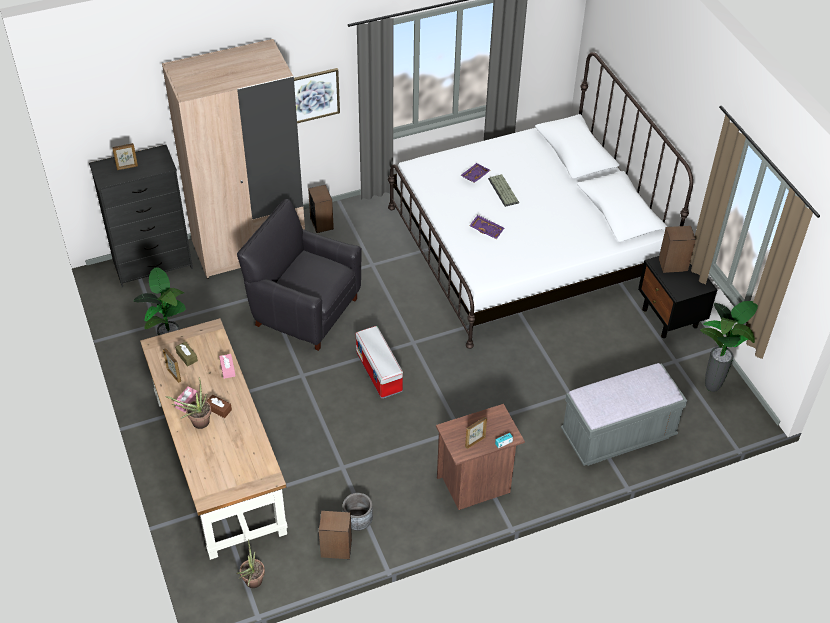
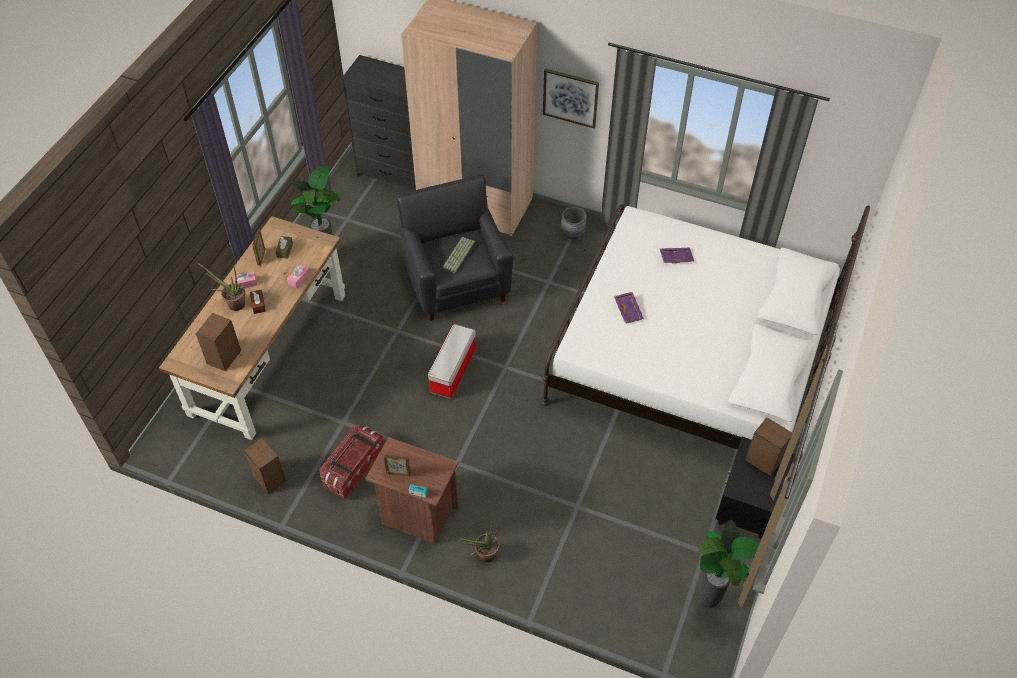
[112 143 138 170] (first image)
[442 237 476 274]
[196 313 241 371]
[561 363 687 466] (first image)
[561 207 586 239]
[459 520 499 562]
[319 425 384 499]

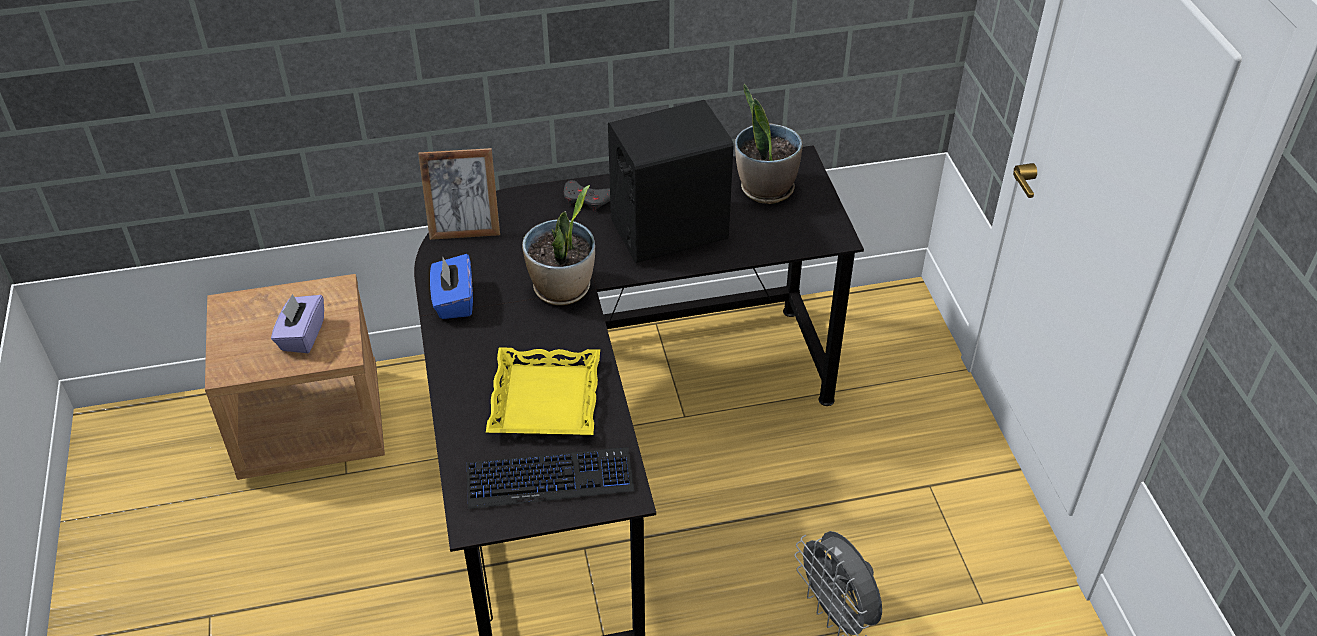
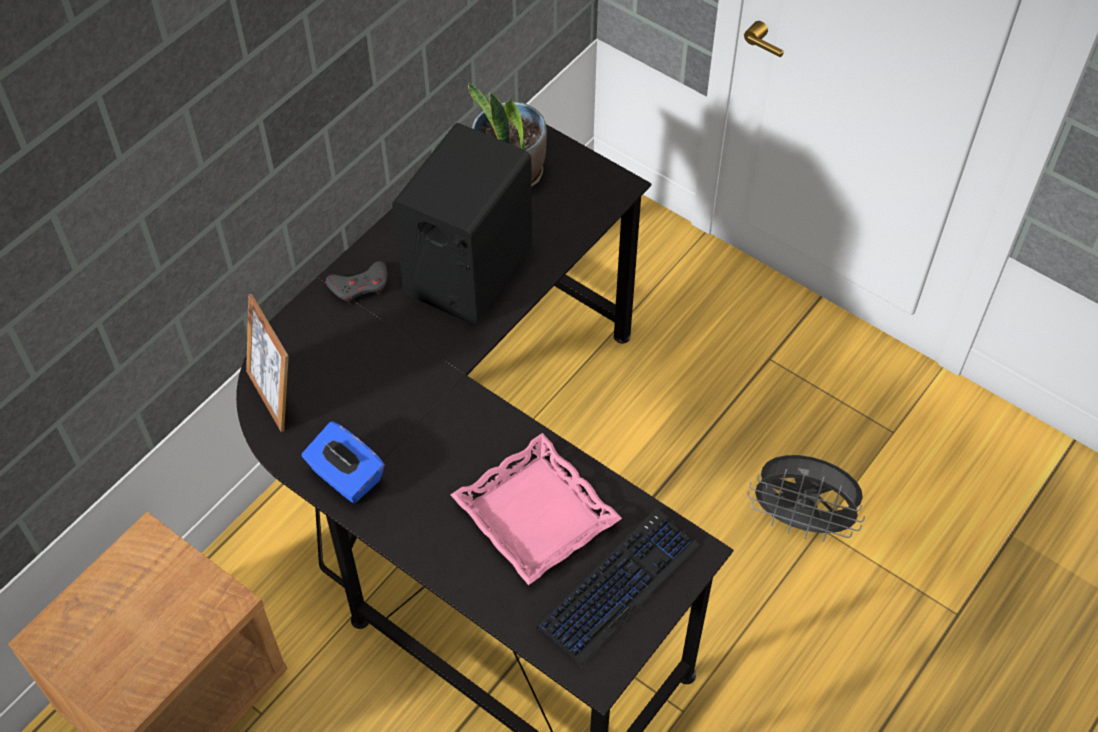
[246 294 289 432]
[522 185 595 305] (first image)
[271 294 324 353] (first image)
[451 433 622 585]

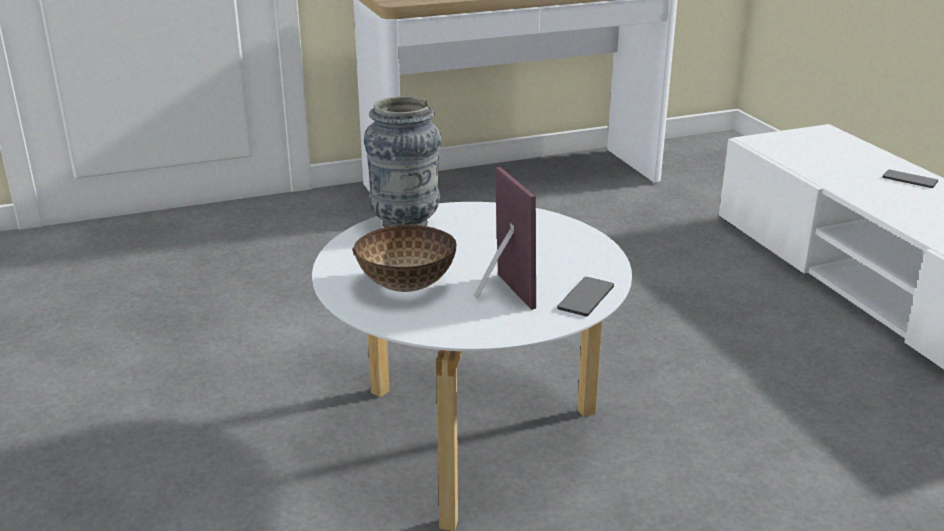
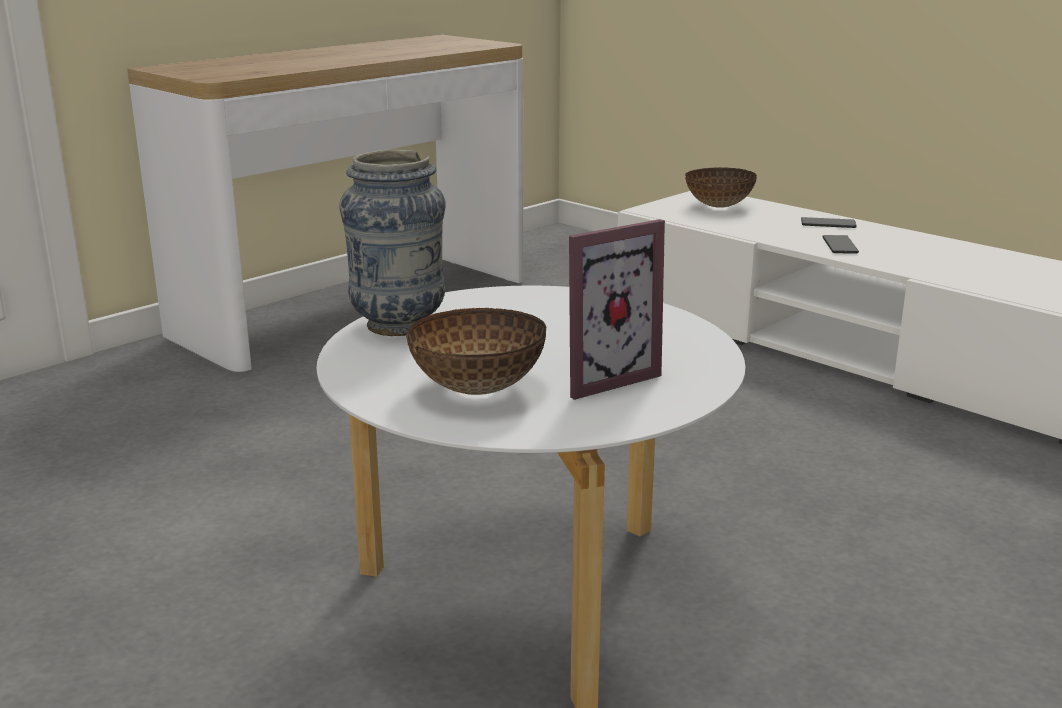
[569 219 665 400]
[822 235 859 254]
[685 167 757 208]

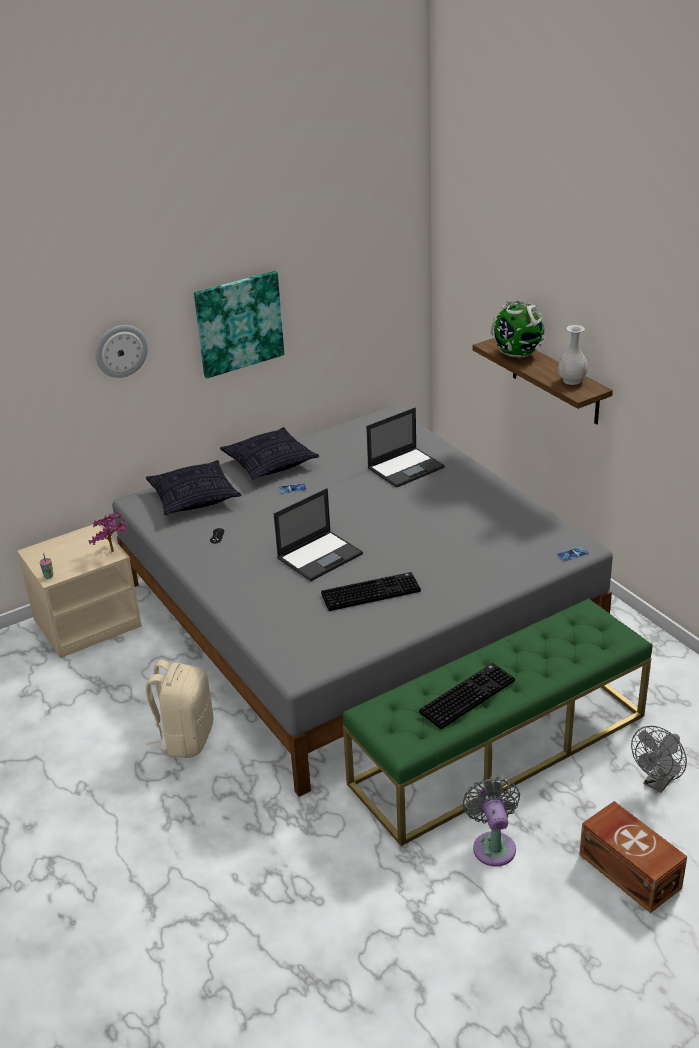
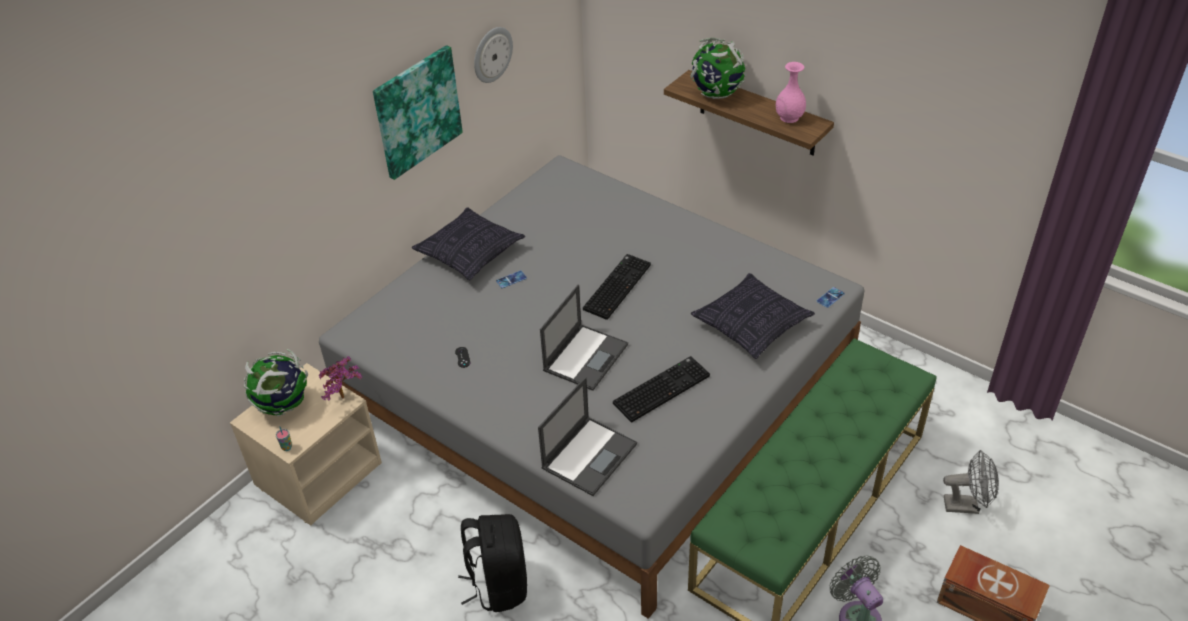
[474 27 513 83]
[776 62 806 123]
[538 377 637 496]
[691 273 815 359]
[458 514 527 612]
[583 254 651 320]
[943 450 999 514]
[243 349 308 416]

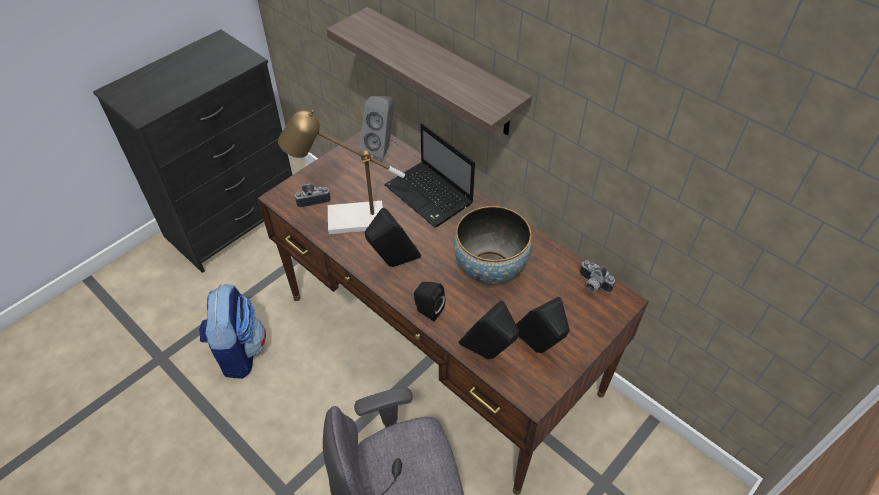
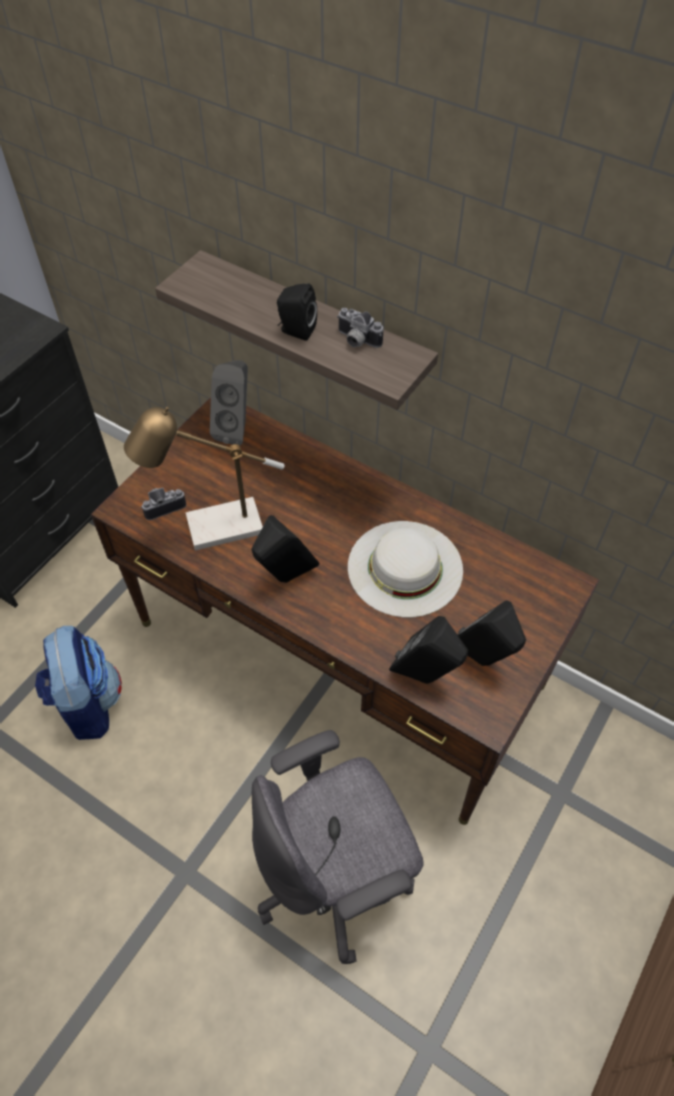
[384 123 475 227] (first image)
[348 521 463 618]
[337 308 383 348]
[277 283 317 341]

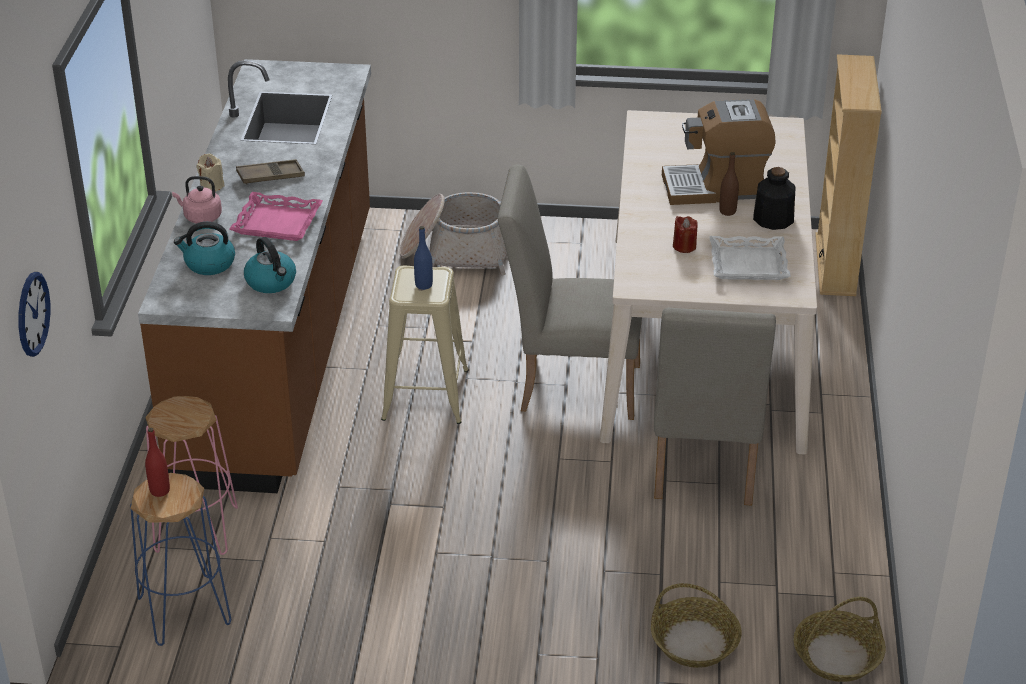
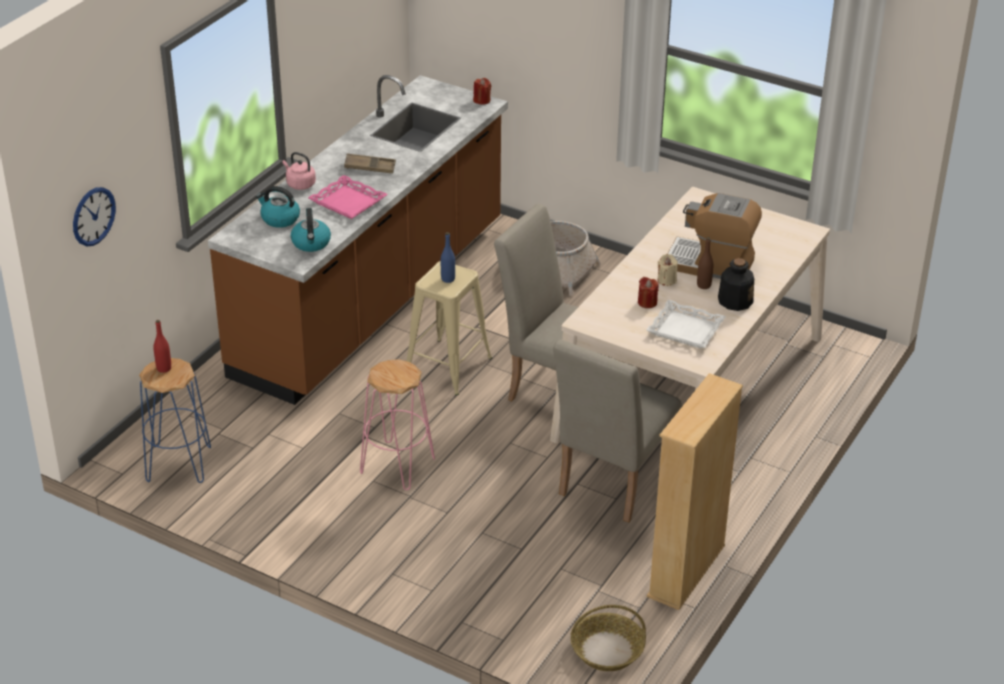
[647 373 743 610]
[658 254 678 286]
[360 359 435 490]
[651 583 742 668] (first image)
[473 78 491 105]

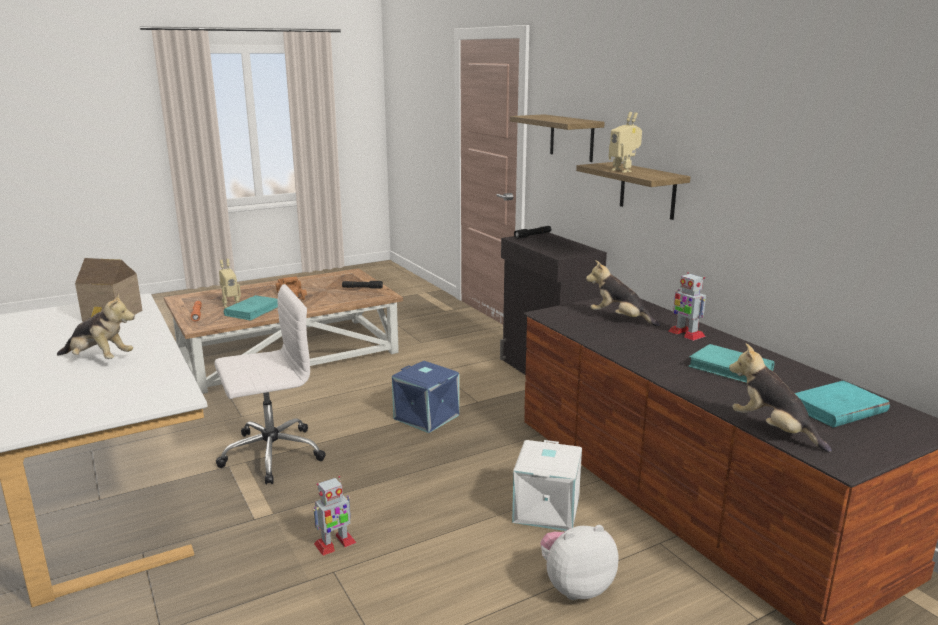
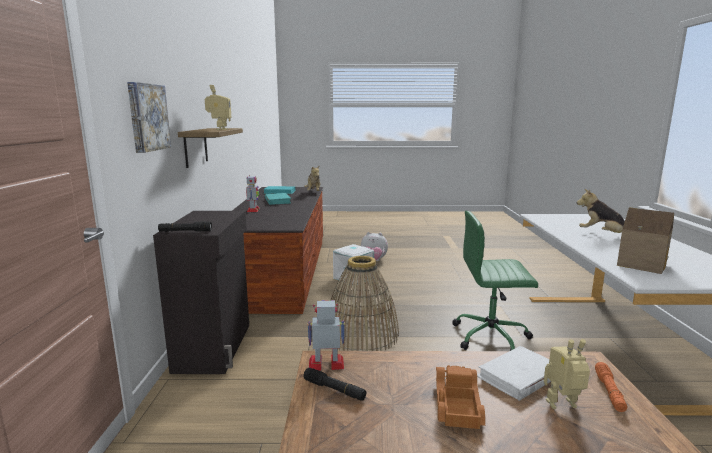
[127 82 171 153]
[586 260 660 327] (first image)
[452 211 538 351]
[477 346 551 401]
[331 256 399 351]
[307 300 345 370]

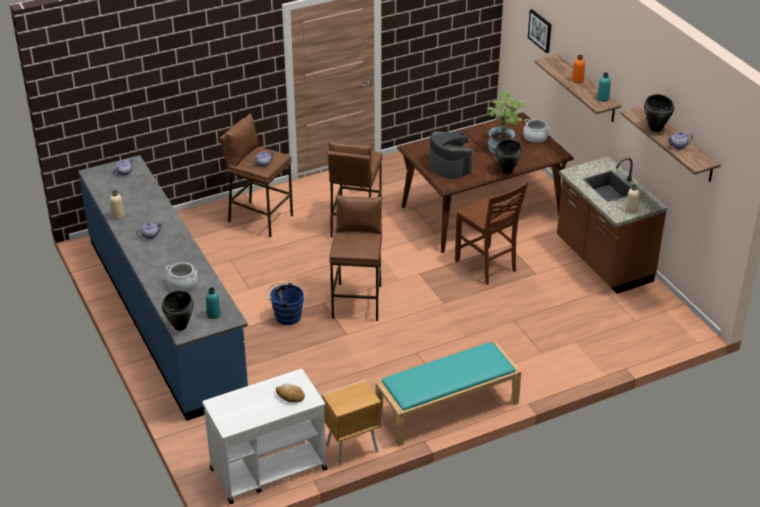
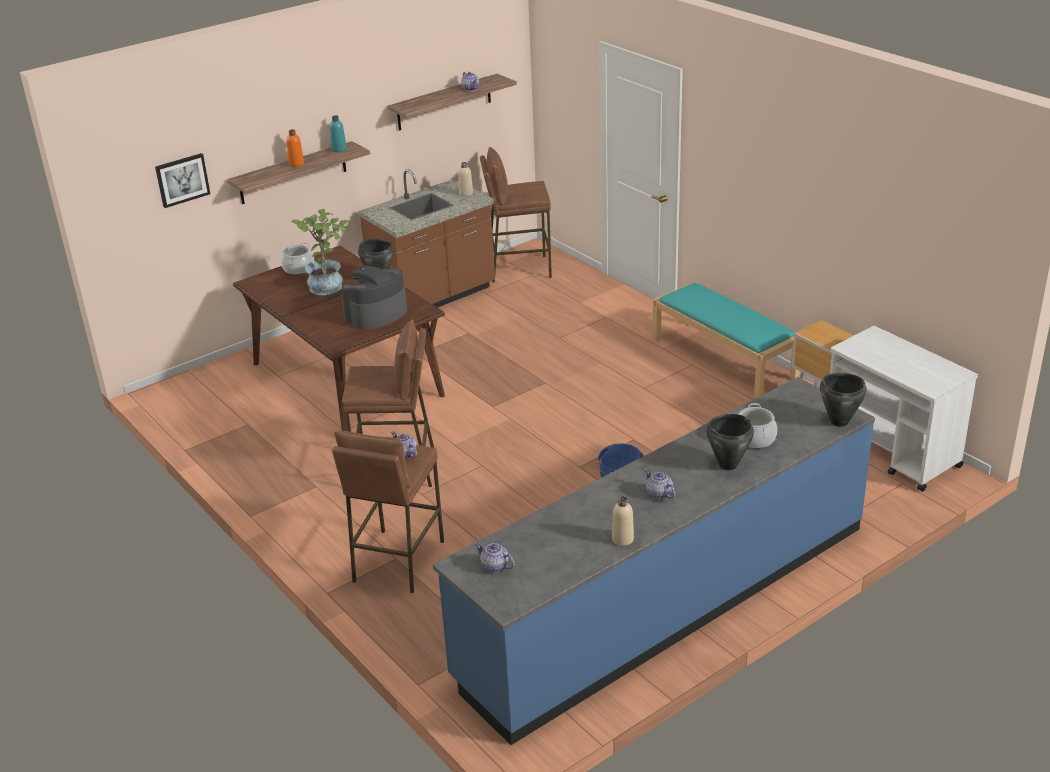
[707 414 754 470]
[455 181 528 285] (first image)
[480 147 552 283]
[206 287 221 319] (first image)
[276 384 305 402] (first image)

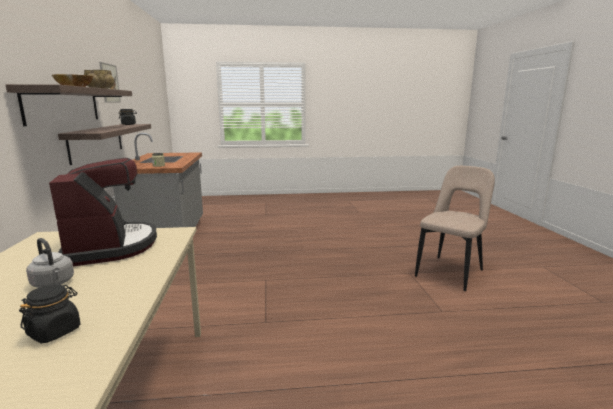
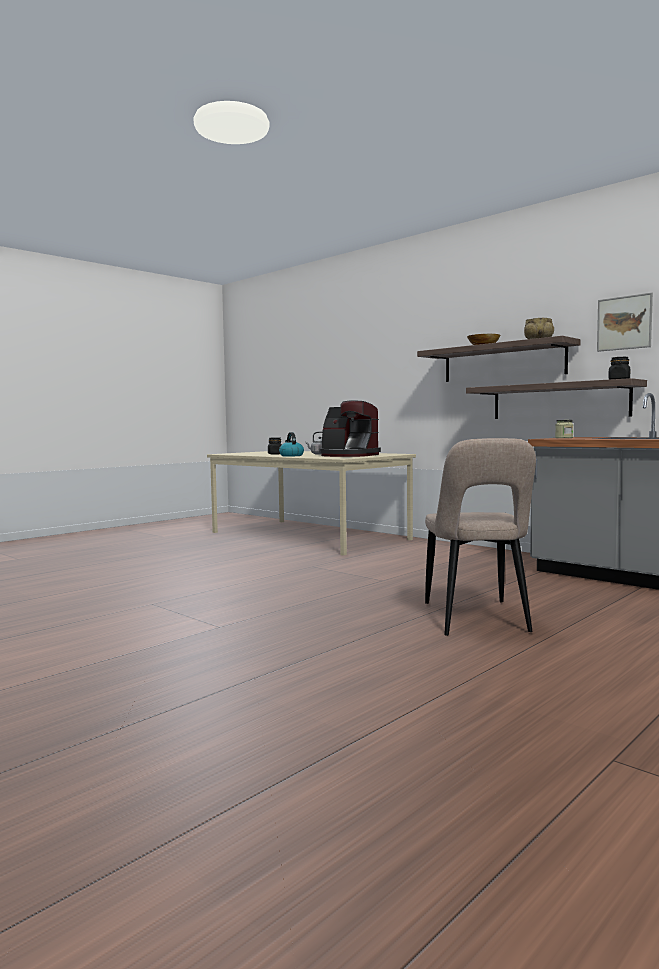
[425 438 536 636]
[279 432 304 457]

